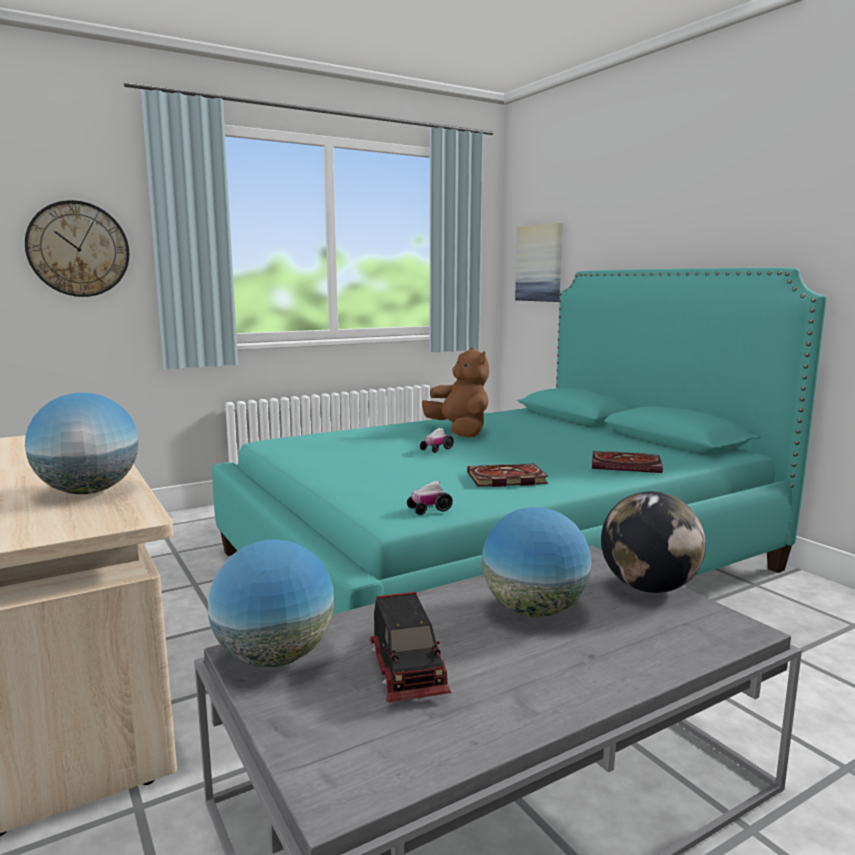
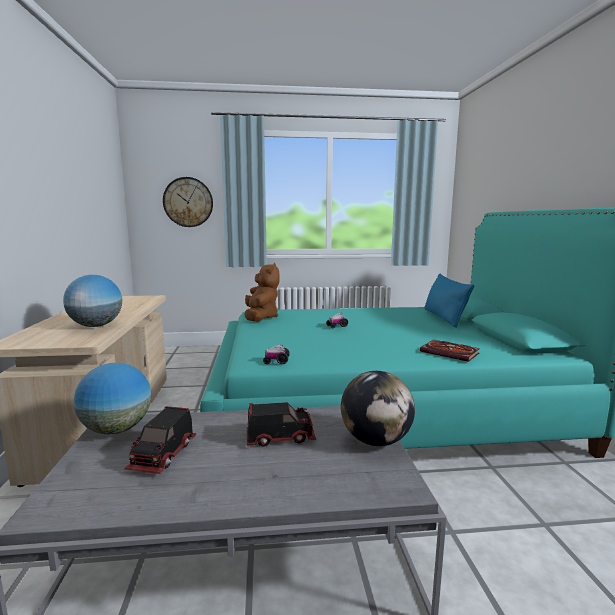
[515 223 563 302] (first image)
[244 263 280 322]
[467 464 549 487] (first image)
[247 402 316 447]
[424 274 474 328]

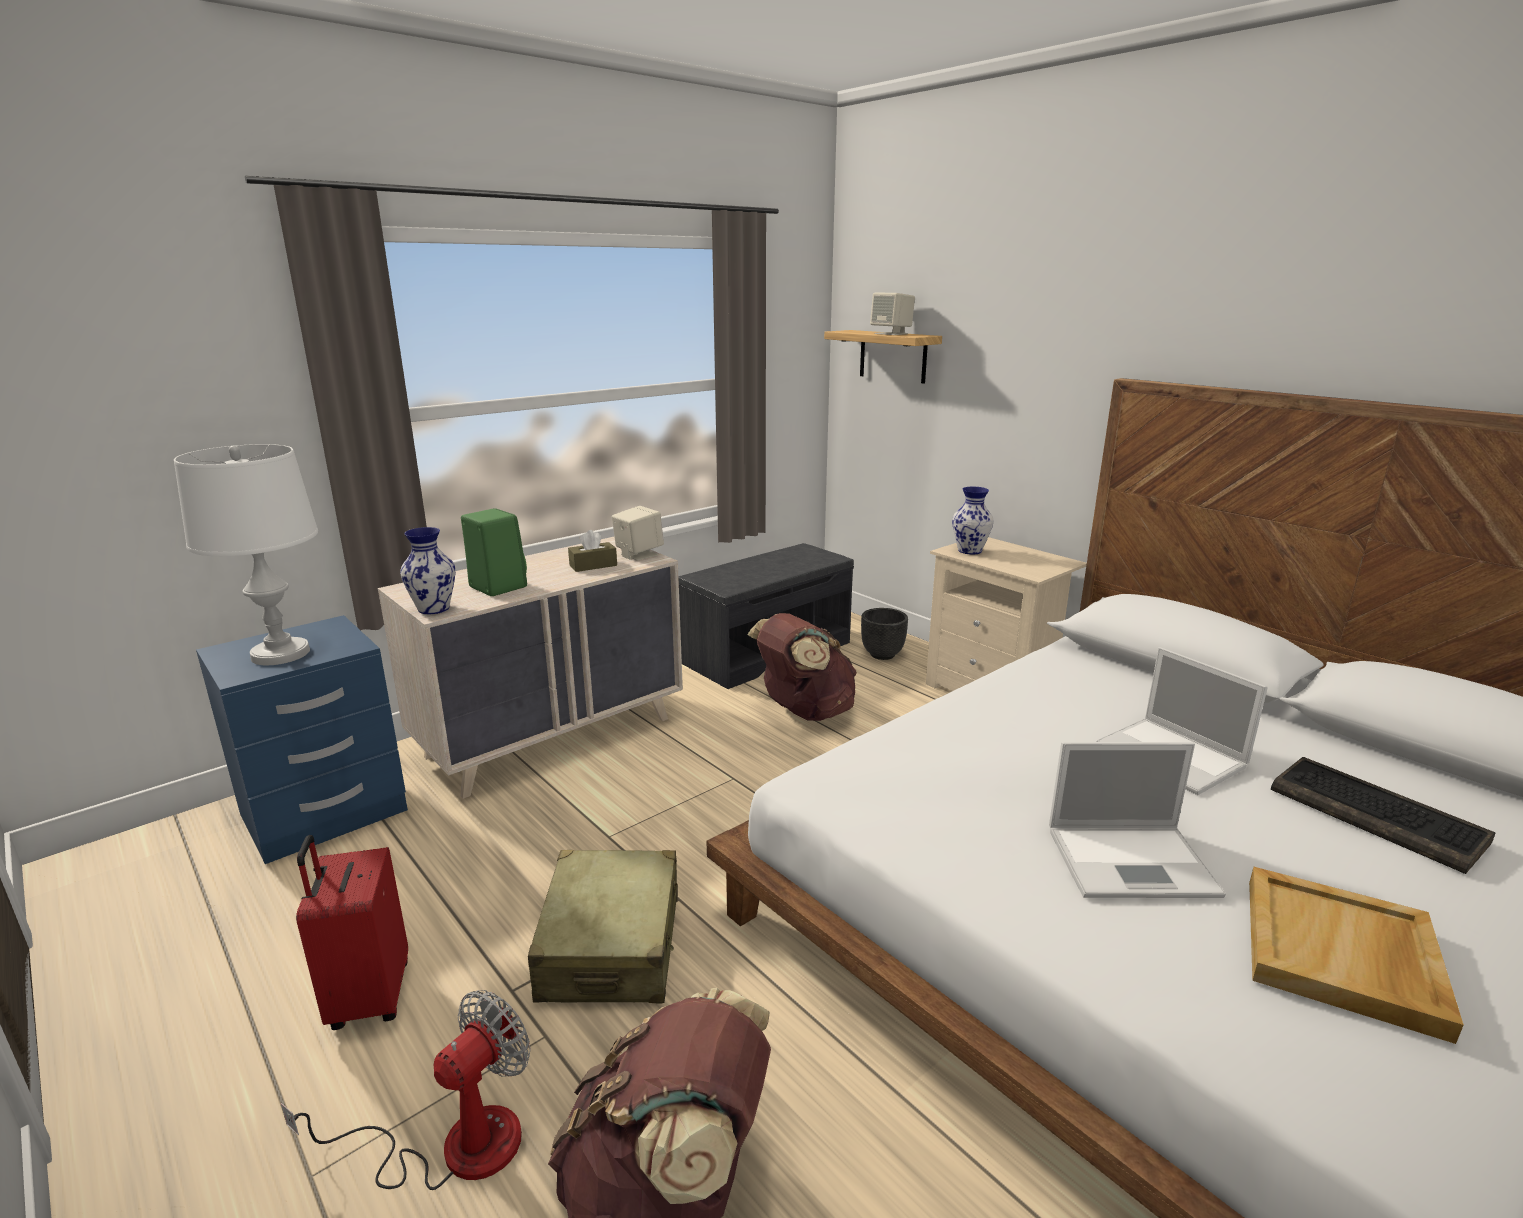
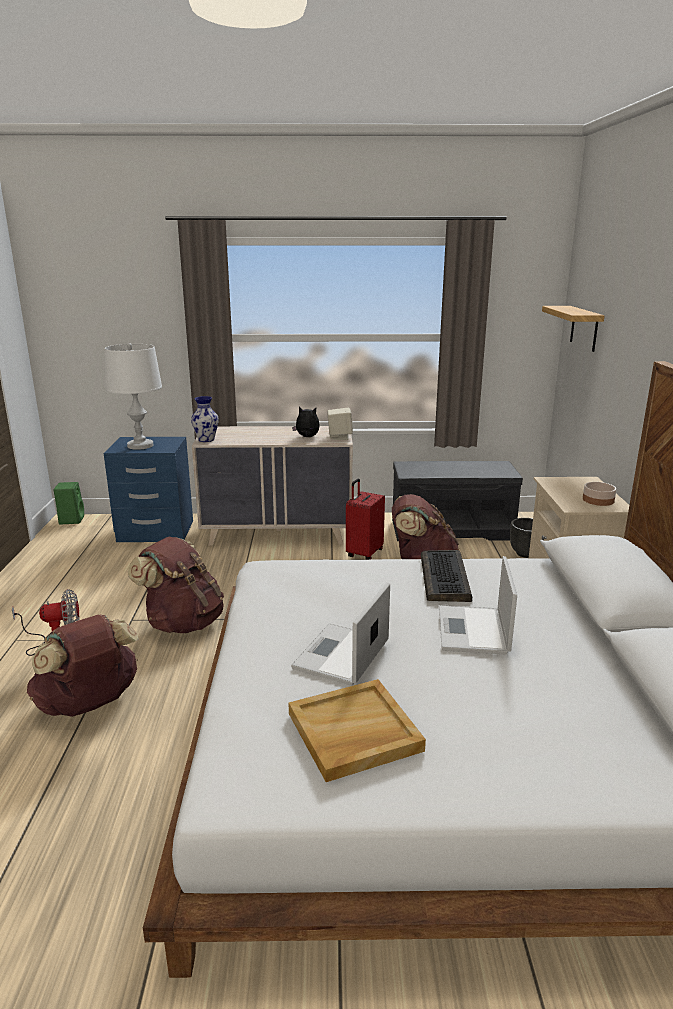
[870 292 915 335] (first image)
[952 487 994 555] (first image)
[54 482 84 524]
[292 407 320 437]
[291 582 390 686]
[421 550 472 602]
[346 479 385 560]
[128 537 224 633]
[583 482 617 506]

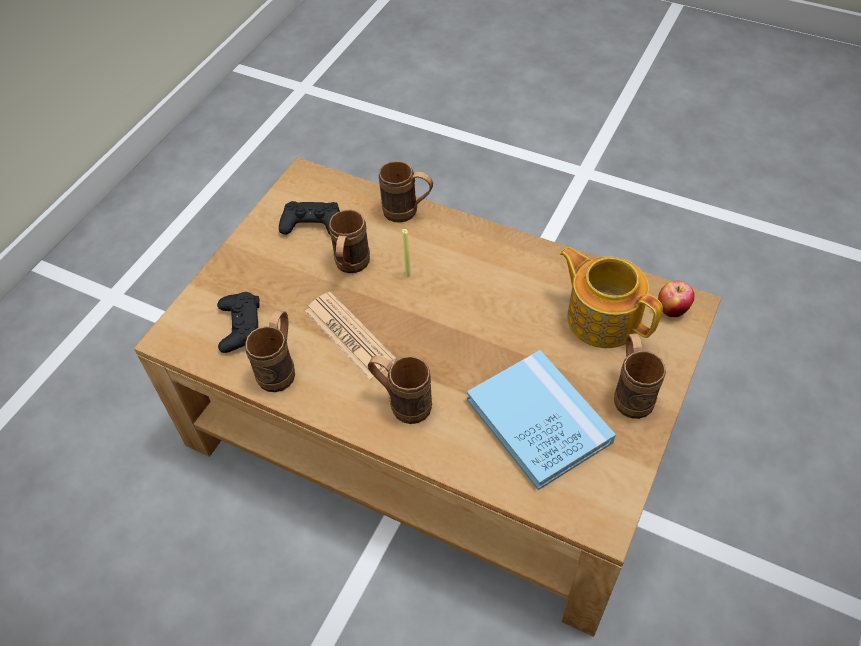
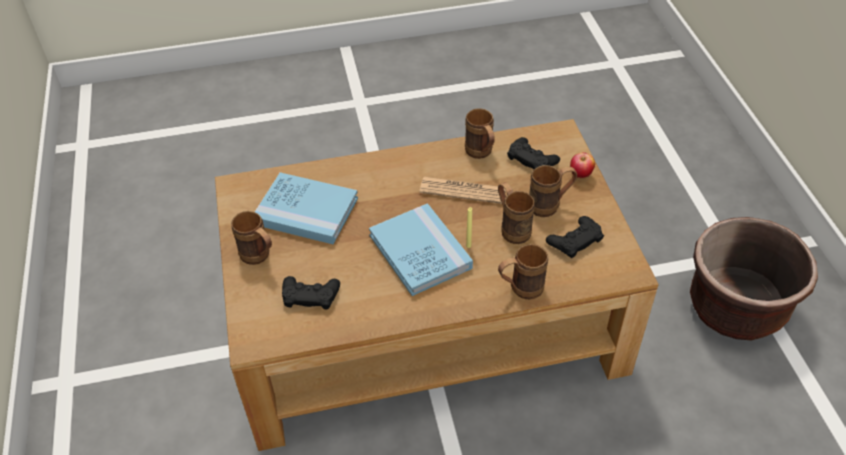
[282 276 340 309]
[570 152 595 178]
[529 165 577 217]
[369 203 473 296]
[690 217 818 340]

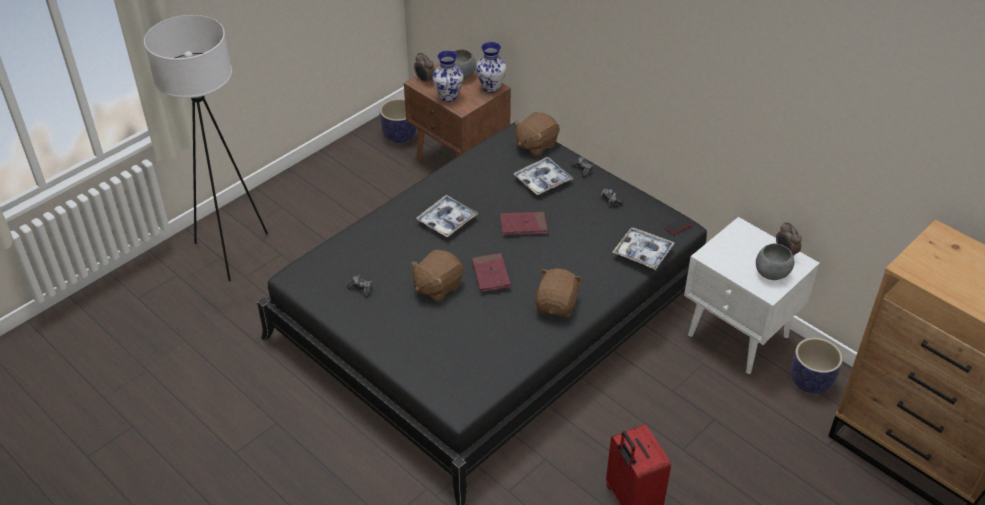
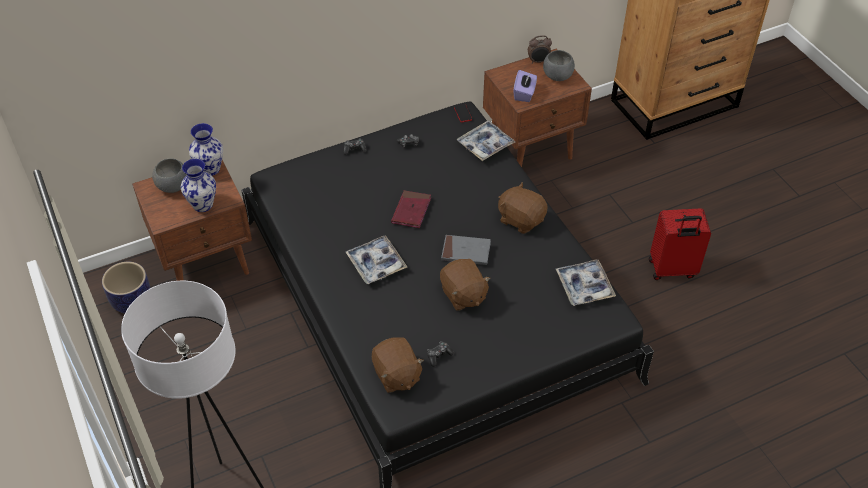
[414 52 435 85] (first image)
[372 337 424 393]
[556 260 616 306]
[483 49 592 167]
[441 235 491 265]
[791 338 843 394] (first image)
[513 70 537 102]

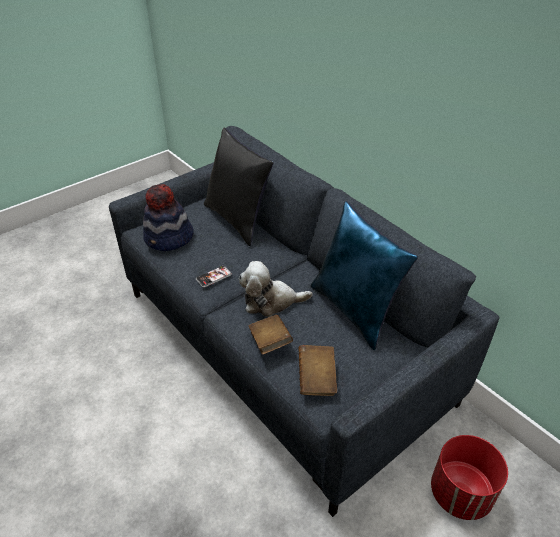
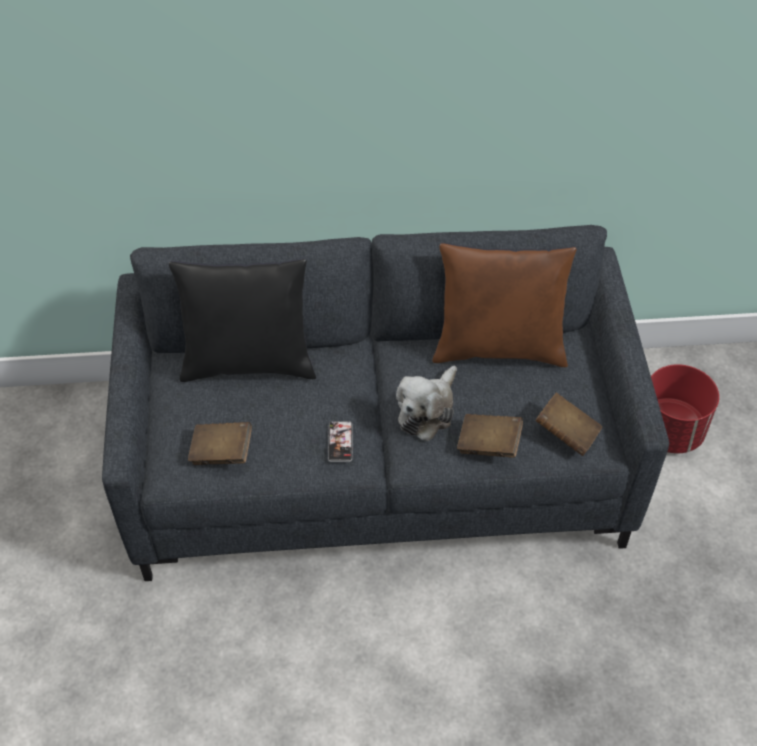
[188 422 252 465]
[432 243 576 367]

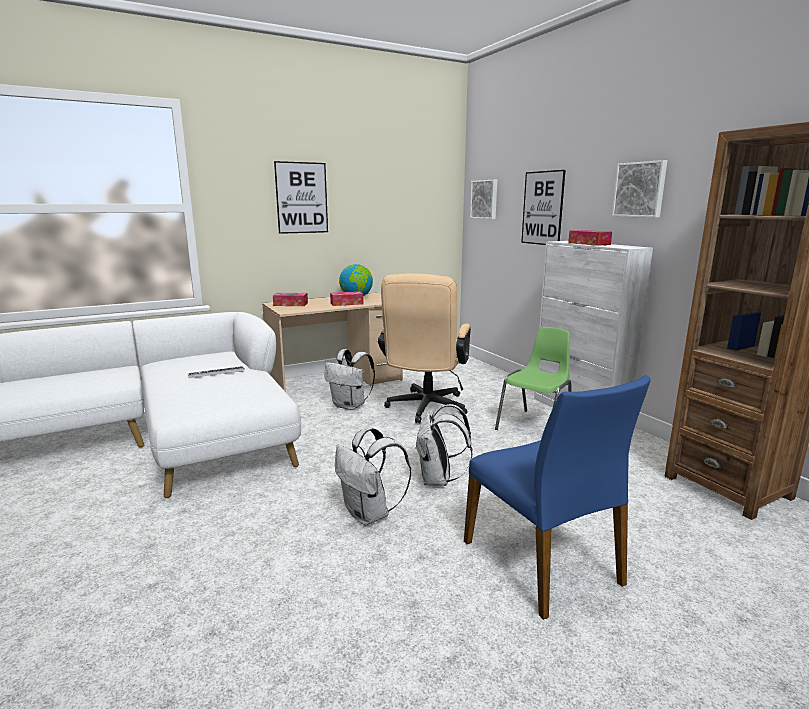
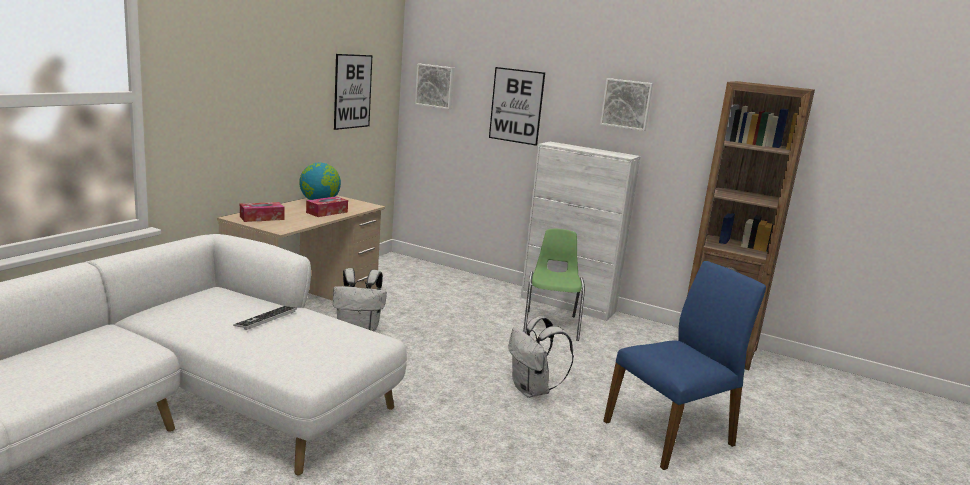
[334 54 372 130]
[568 230 612 246] (first image)
[378 274 471 423] (first image)
[603 261 766 470]
[335 427 411 525] (first image)

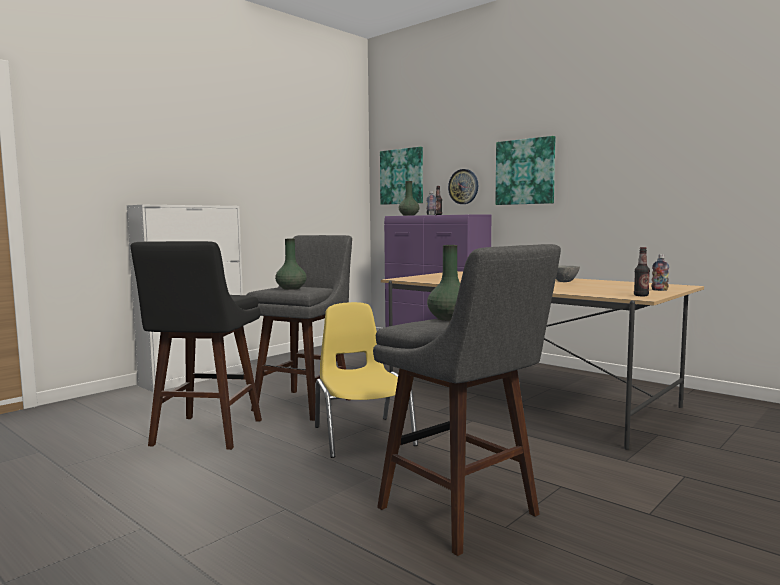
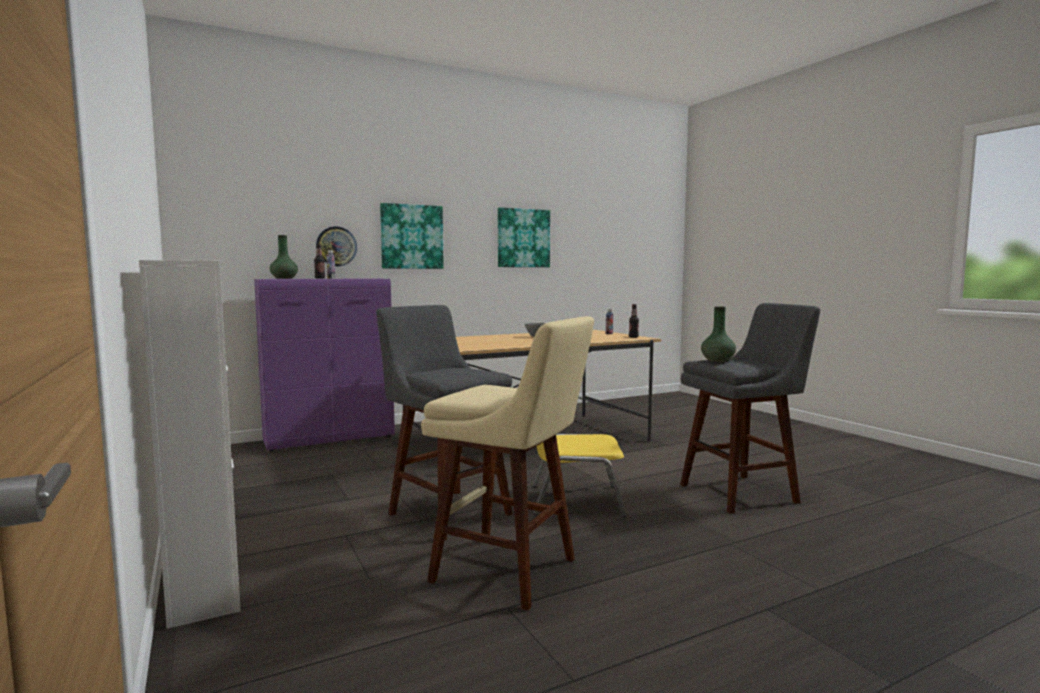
[498 207 550 267]
[275 239 307 290] (first image)
[421 316 594 611]

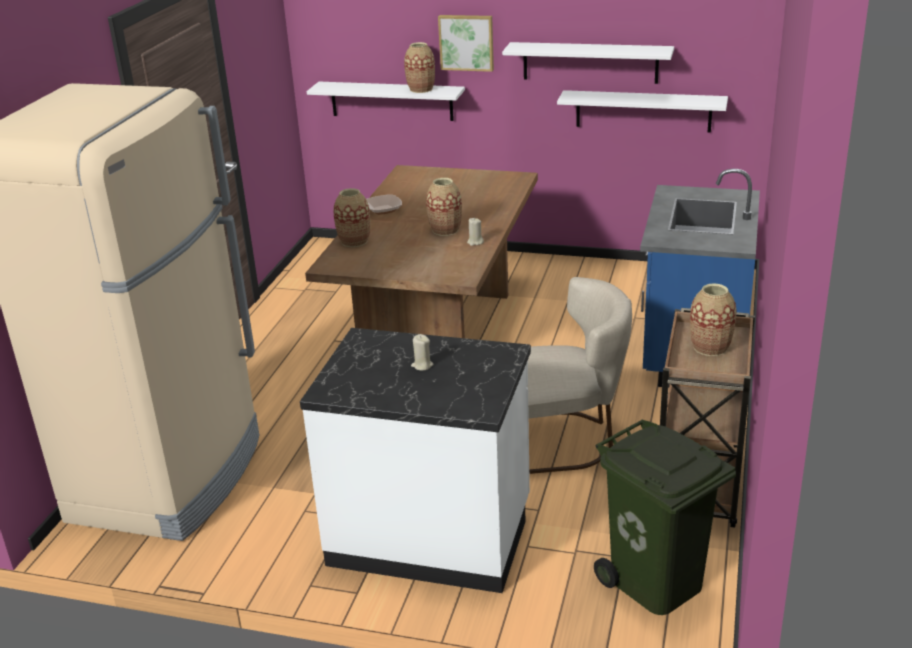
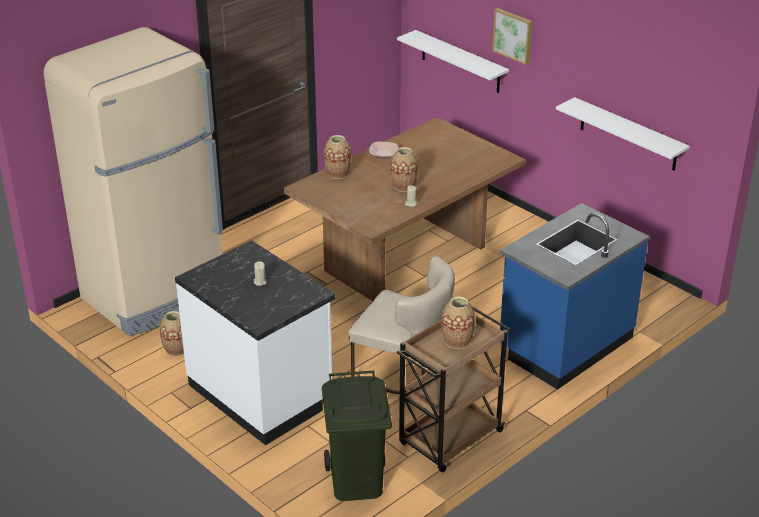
[160 311 184 356]
[502 42 674 84] (first image)

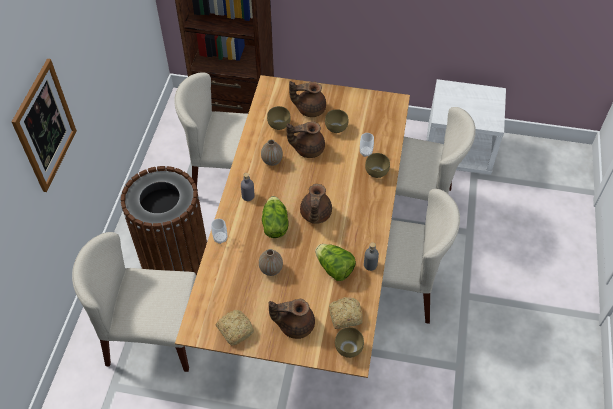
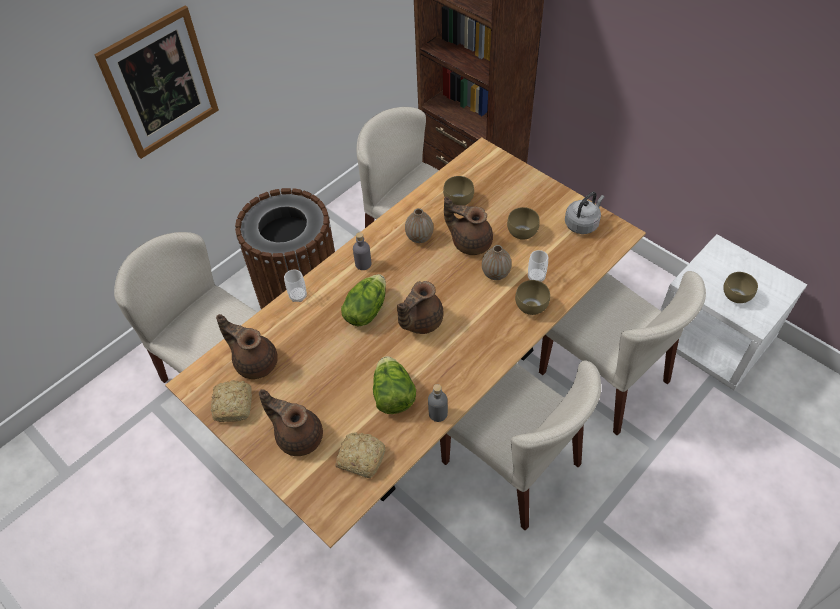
[216 314 278 379]
[482 245 512 280]
[723 272 758 303]
[565 192 604 234]

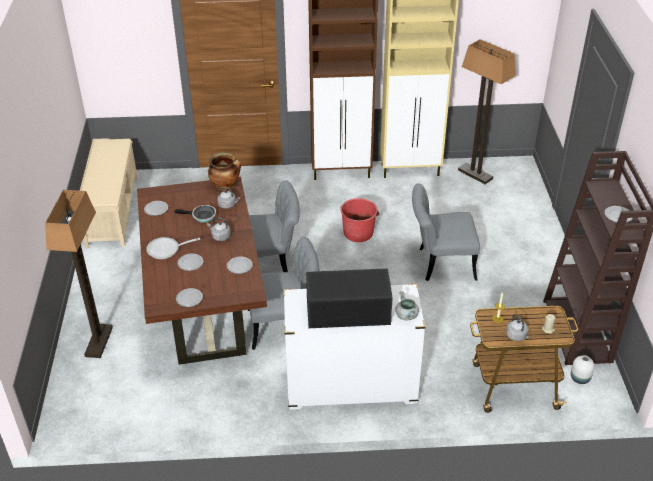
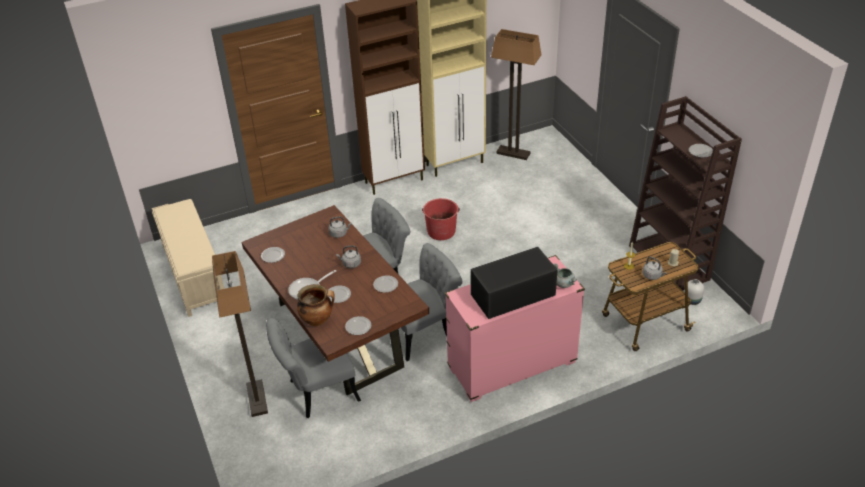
[297 284 335 326]
[266 318 361 418]
[175 205 216 223] (first image)
[445 255 585 402]

